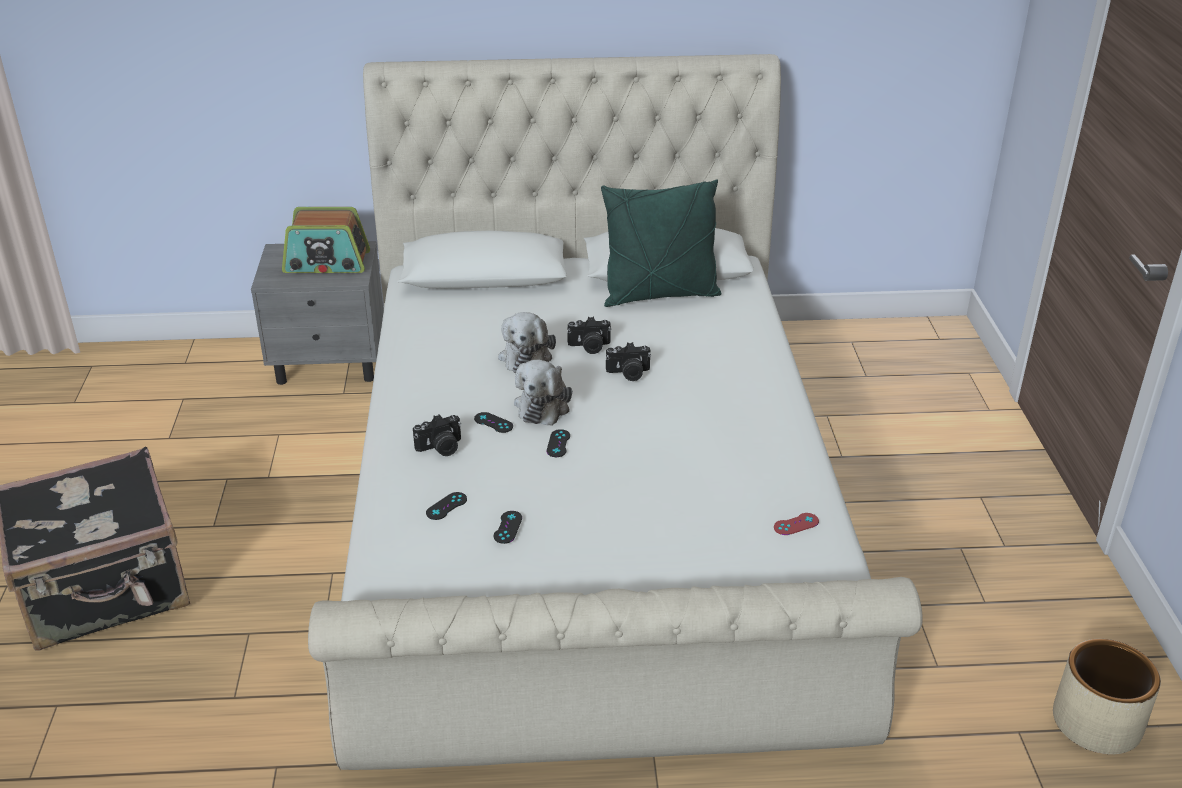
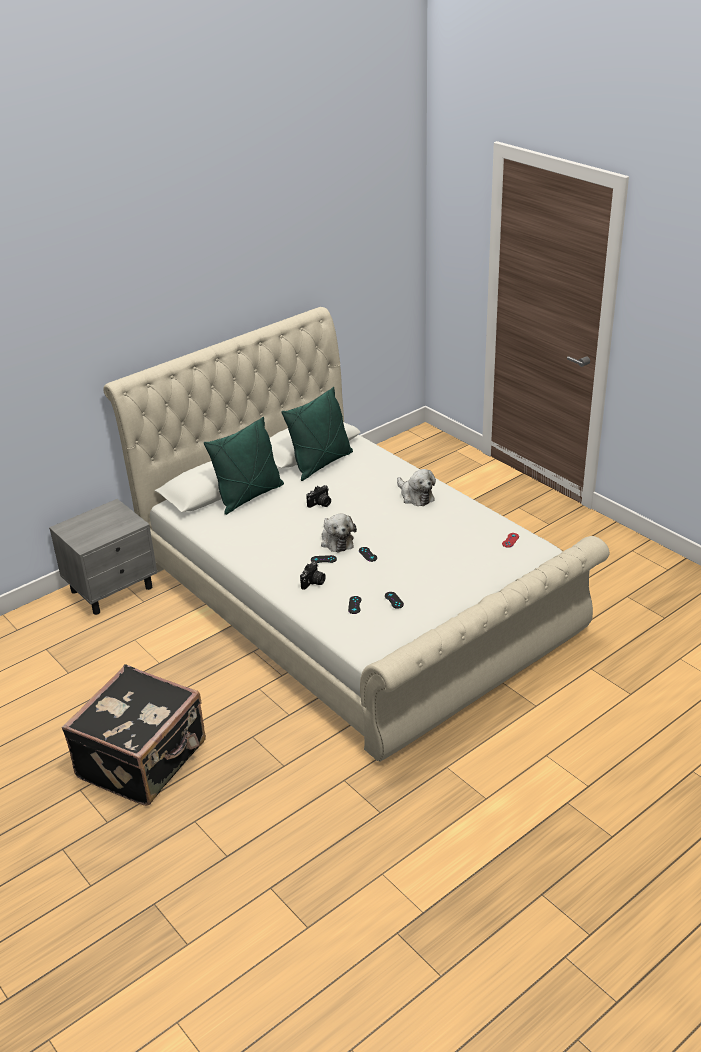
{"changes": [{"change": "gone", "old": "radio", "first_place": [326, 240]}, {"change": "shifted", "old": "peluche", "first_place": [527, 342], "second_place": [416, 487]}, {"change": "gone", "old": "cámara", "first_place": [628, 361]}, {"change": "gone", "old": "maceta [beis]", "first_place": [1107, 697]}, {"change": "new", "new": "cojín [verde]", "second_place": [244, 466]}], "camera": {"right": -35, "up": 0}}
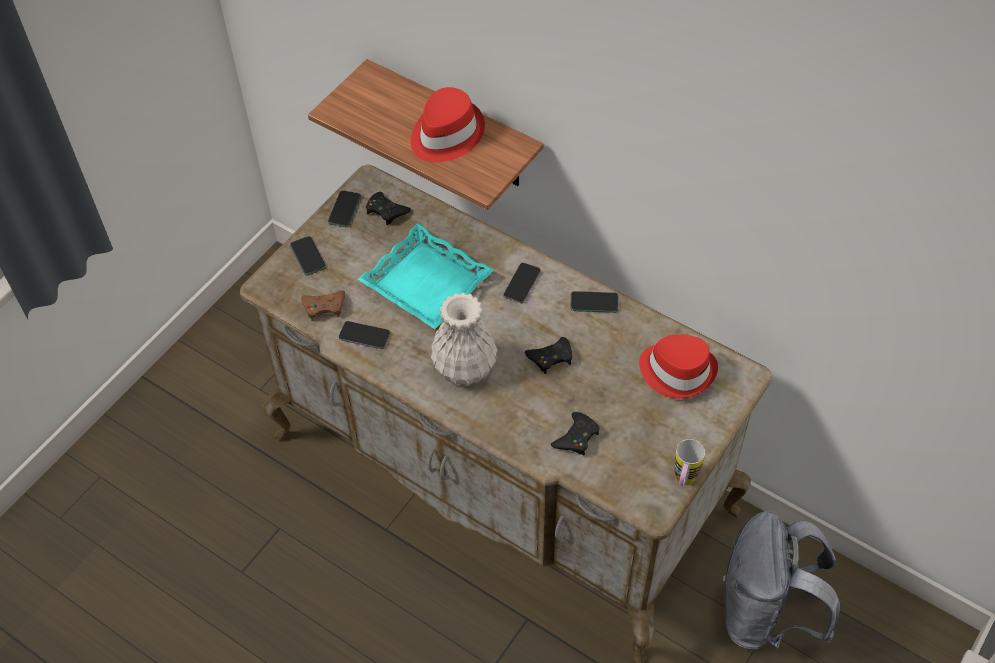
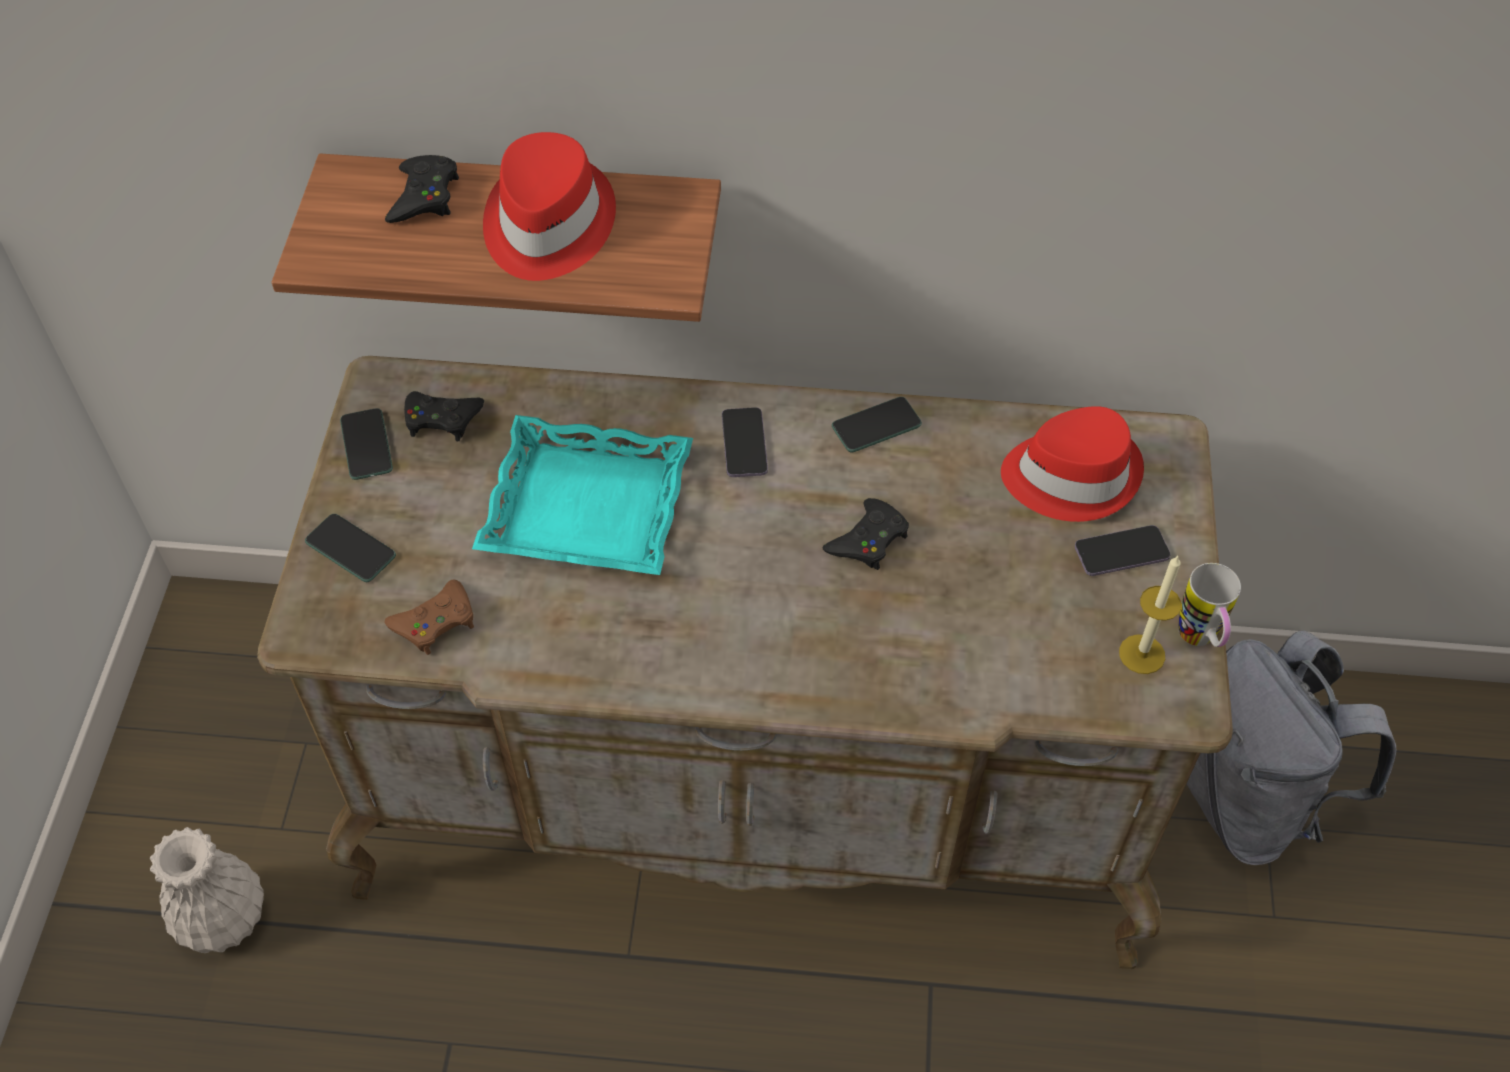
{"changes": [{"change": "shifted", "old": "móvil", "first_place": [364, 335], "second_place": [1122, 550]}, {"change": "shifted", "old": "florero [blanco]", "first_place": [464, 339], "second_place": [207, 890]}, {"change": "shifted", "old": "mando de consola [negro]", "first_place": [575, 433], "second_place": [422, 189]}, {"change": "new", "new": "vela", "second_place": [1150, 614]}], "camera": {"right": -30, "up": 0}}
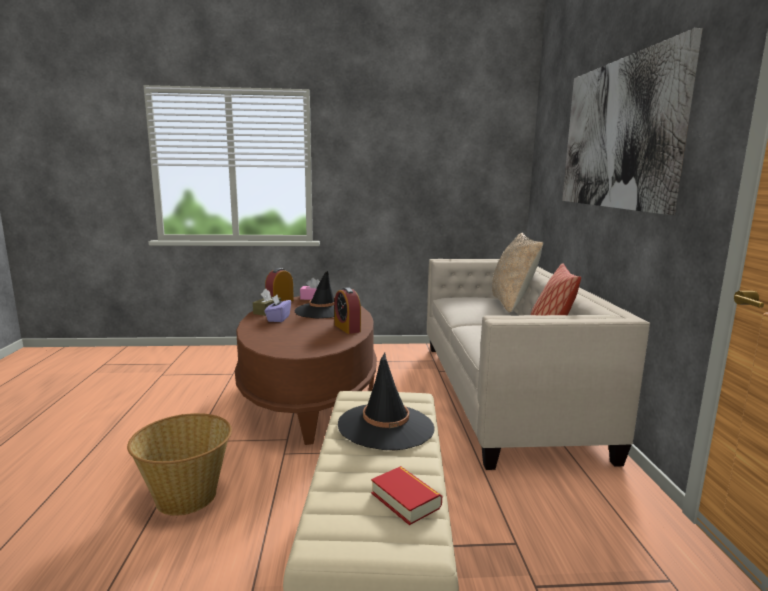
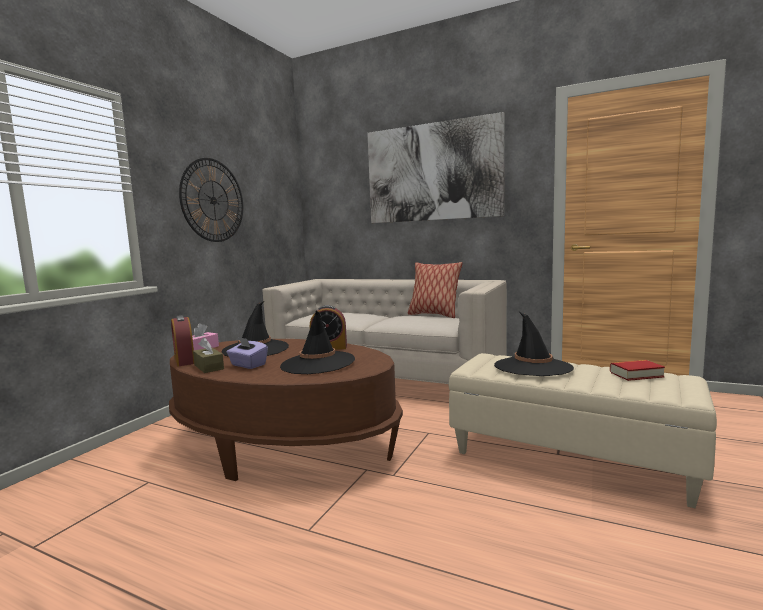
{"changes": [{"change": "gone", "old": "cesta", "first_place": [179, 464]}, {"change": "gone", "old": "cojín [beis]", "first_place": [517, 273]}, {"change": "new", "new": "reloj de pared", "second_place": [211, 200]}, {"change": "new", "new": "sombrero [negro]", "second_place": [317, 342]}], "camera": {"right": -60, "up": -5}}
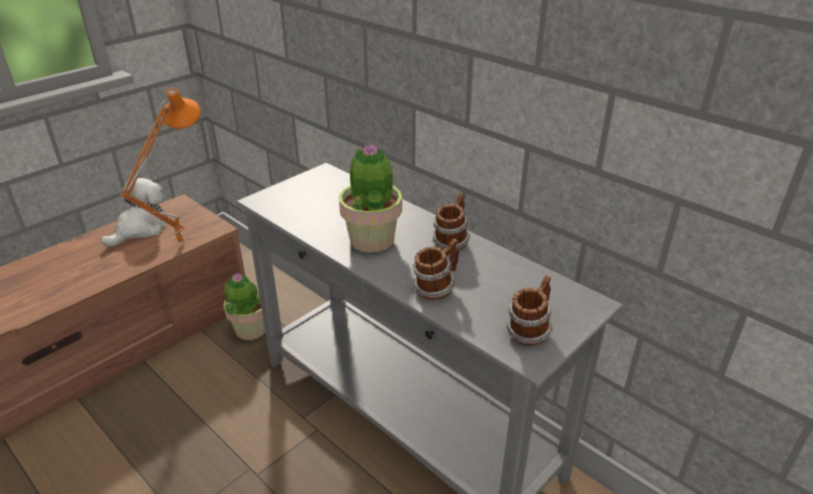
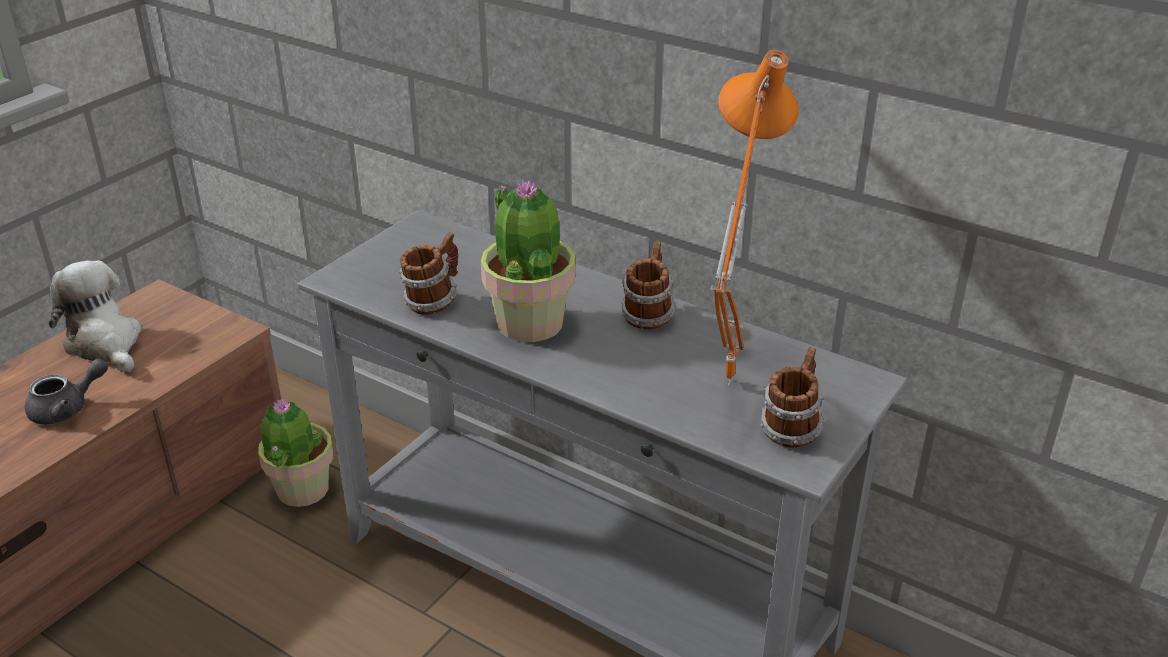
{"changes": [{"change": "rotated", "old": "peluche", "first_place": [134, 212], "second_place": [95, 316], "degrees": -60}, {"change": "shifted", "old": "lámpara de mesa [naranja]", "first_place": [160, 166], "second_place": [754, 218]}, {"change": "shifted", "old": "taza grande", "first_place": [436, 269], "second_place": [428, 273]}, {"change": "new", "new": "tetera [gris]", "second_place": [66, 392]}], "camera": {"right": -10, "up": 0}}
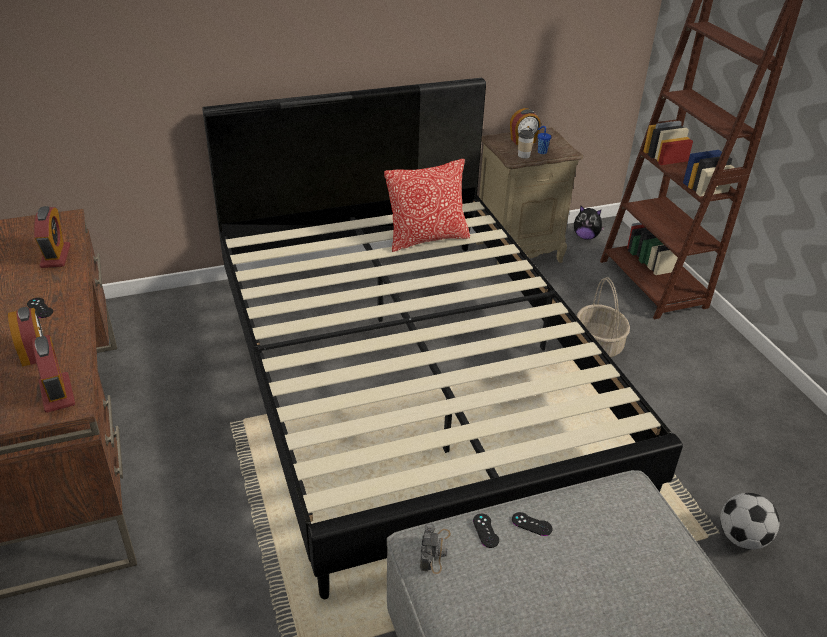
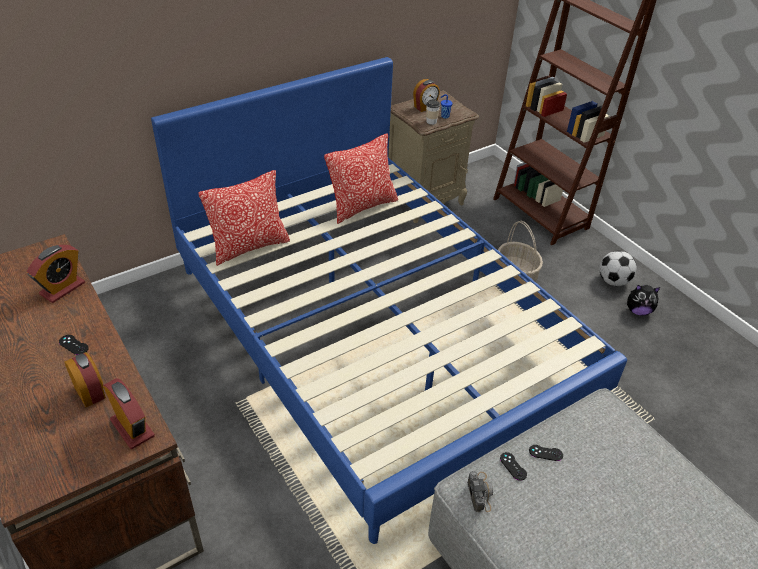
{"changes": [{"change": "rotated", "old": "despertador", "first_place": [52, 237], "second_place": [56, 274], "degrees": 60}, {"change": "repainted", "old": "cama [negro]", "new": "cama [azul]", "first_place": [442, 338], "second_place": [389, 300]}, {"change": "shifted", "old": "peluche", "first_place": [589, 222], "second_place": [643, 300]}, {"change": "shifted", "old": "balón de fútbol", "first_place": [750, 521], "second_place": [617, 268]}, {"change": "new", "new": "cojín", "second_place": [244, 218]}], "camera": {"right": -15, "up": 5}}
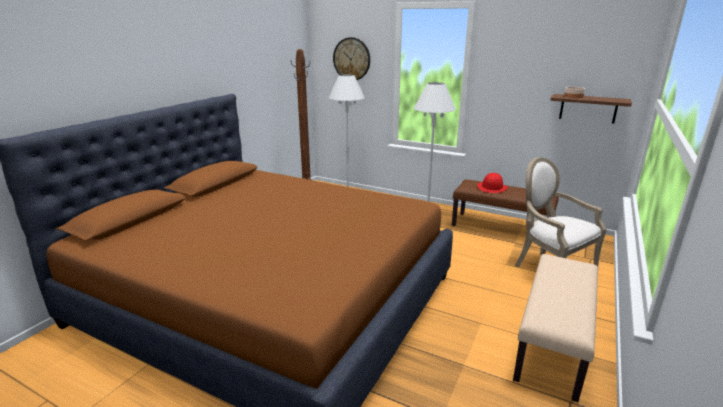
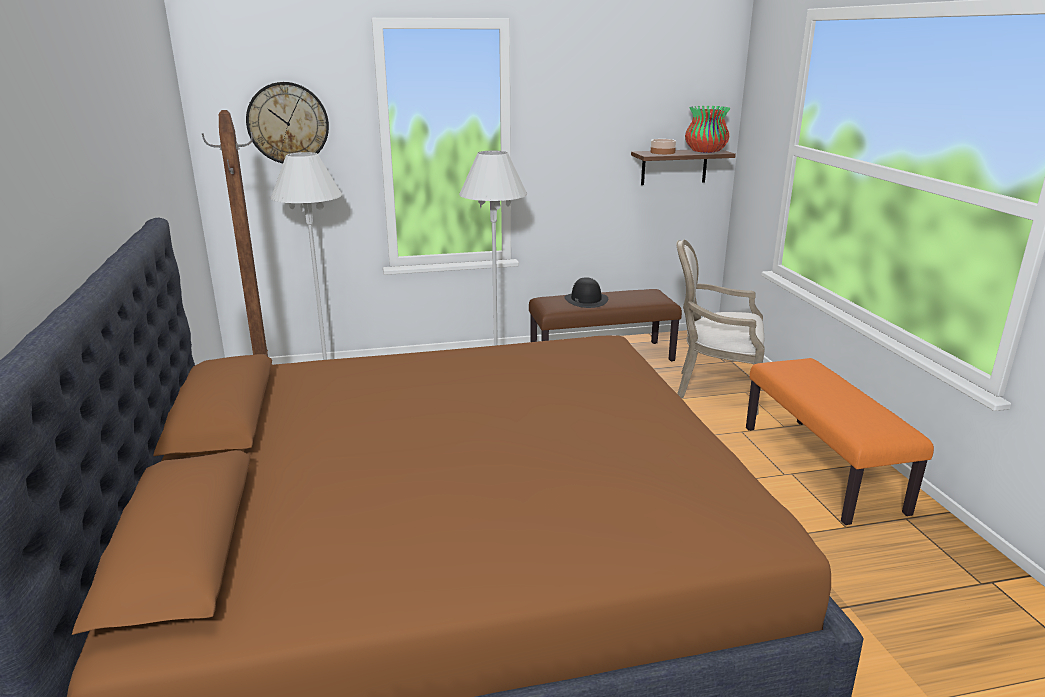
{"changes": [{"change": "repainted", "old": "sombrero [rojo]", "new": "sombrero [negro]", "first_place": [493, 183], "second_place": [586, 292]}, {"change": "repainted", "old": "banco [beis]", "new": "banco [naranja]", "first_place": [555, 328], "second_place": [840, 441]}, {"change": "new", "new": "florero", "second_place": [707, 129]}], "camera": {"right": -40, "up": 0}}
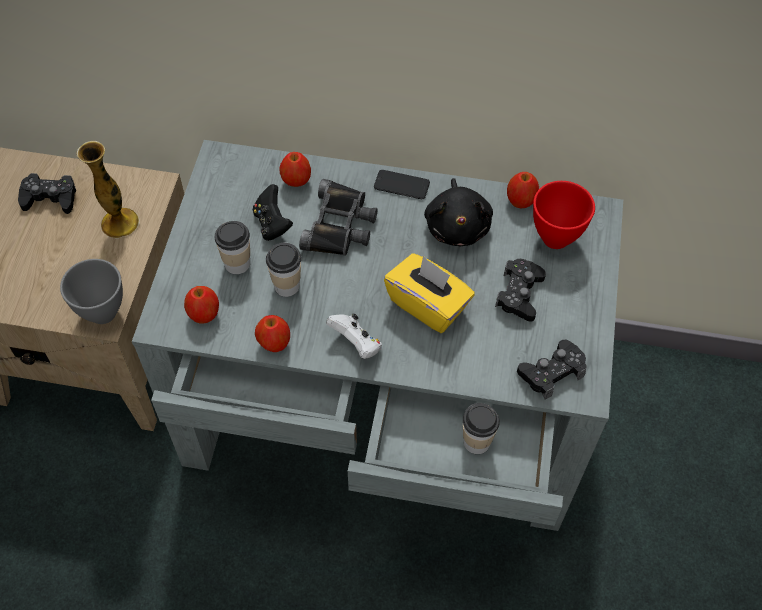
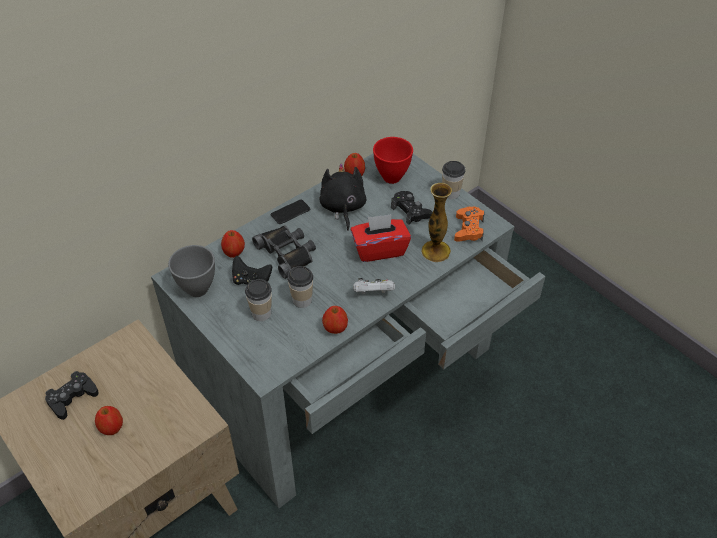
{"changes": [{"change": "shifted", "old": "cuenco [gris]", "first_place": [91, 291], "second_place": [191, 271]}, {"change": "shifted", "old": "florero", "first_place": [107, 190], "second_place": [436, 222]}, {"change": "shifted", "old": "manzana", "first_place": [201, 304], "second_place": [109, 420]}, {"change": "repainted", "old": "caja de pañuelos [amarillo]", "new": "caja de pañuelos [rojo]", "first_place": [429, 293], "second_place": [381, 238]}, {"change": "rotated", "old": "peluche [negro]", "first_place": [458, 212], "second_place": [343, 197], "degrees": -135}, {"change": "shifted", "old": "taza", "first_place": [481, 428], "second_place": [453, 180]}, {"change": "repainted", "old": "mando de consola [negro]", "new": "mando de consola [naranja]", "first_place": [552, 370], "second_place": [469, 224]}], "camera": {"right": -50, "up": -10}}
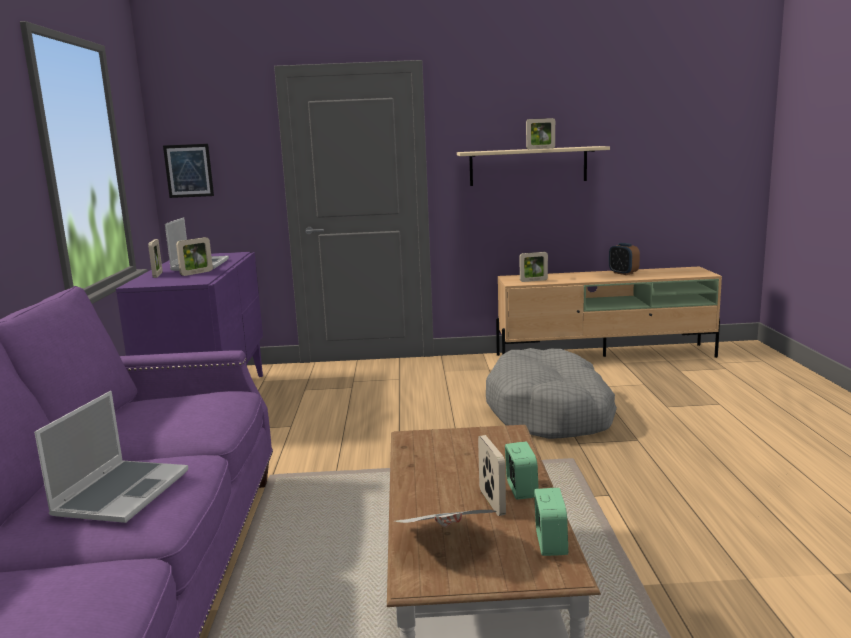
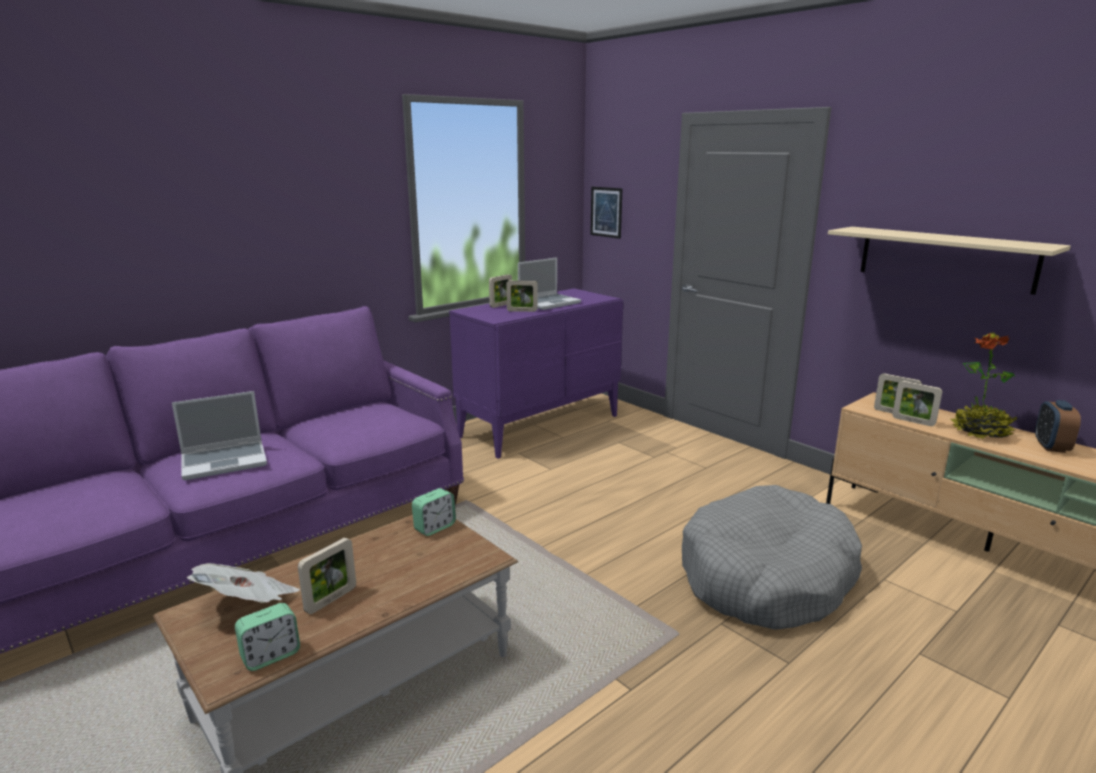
{"changes": [{"change": "shifted", "old": "despertador", "first_place": [522, 470], "second_place": [434, 512]}, {"change": "shifted", "old": "portarretratos", "first_place": [540, 133], "second_place": [917, 403]}, {"change": "new", "new": "planta en maceta", "second_place": [984, 385]}], "camera": {"right": 50, "up": 5}}
